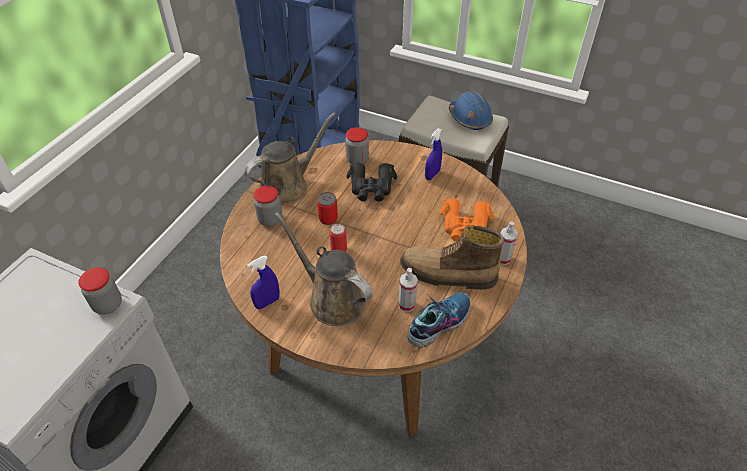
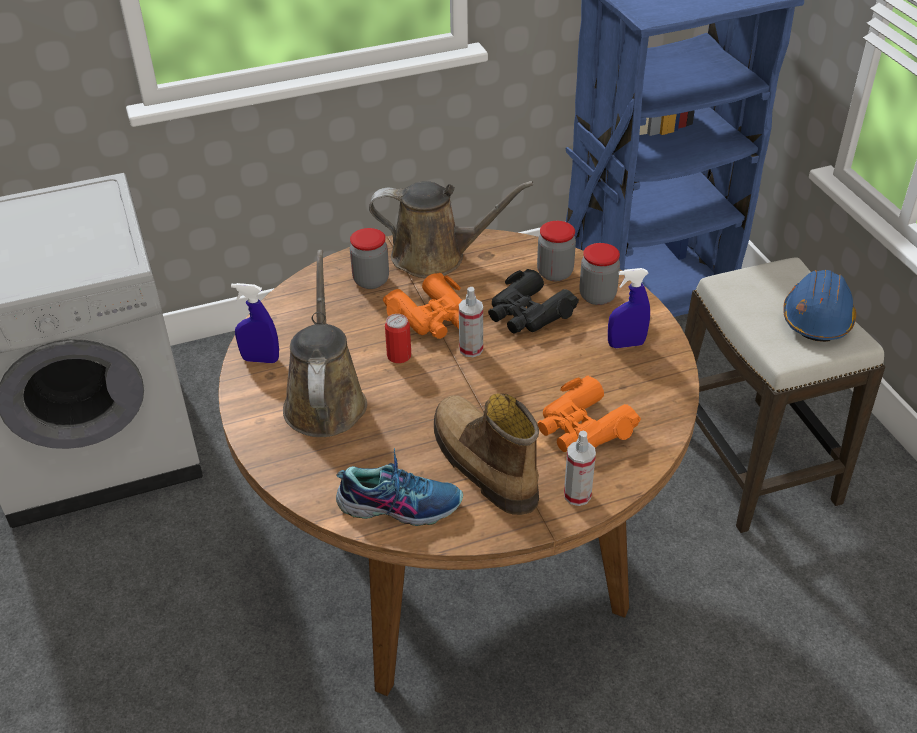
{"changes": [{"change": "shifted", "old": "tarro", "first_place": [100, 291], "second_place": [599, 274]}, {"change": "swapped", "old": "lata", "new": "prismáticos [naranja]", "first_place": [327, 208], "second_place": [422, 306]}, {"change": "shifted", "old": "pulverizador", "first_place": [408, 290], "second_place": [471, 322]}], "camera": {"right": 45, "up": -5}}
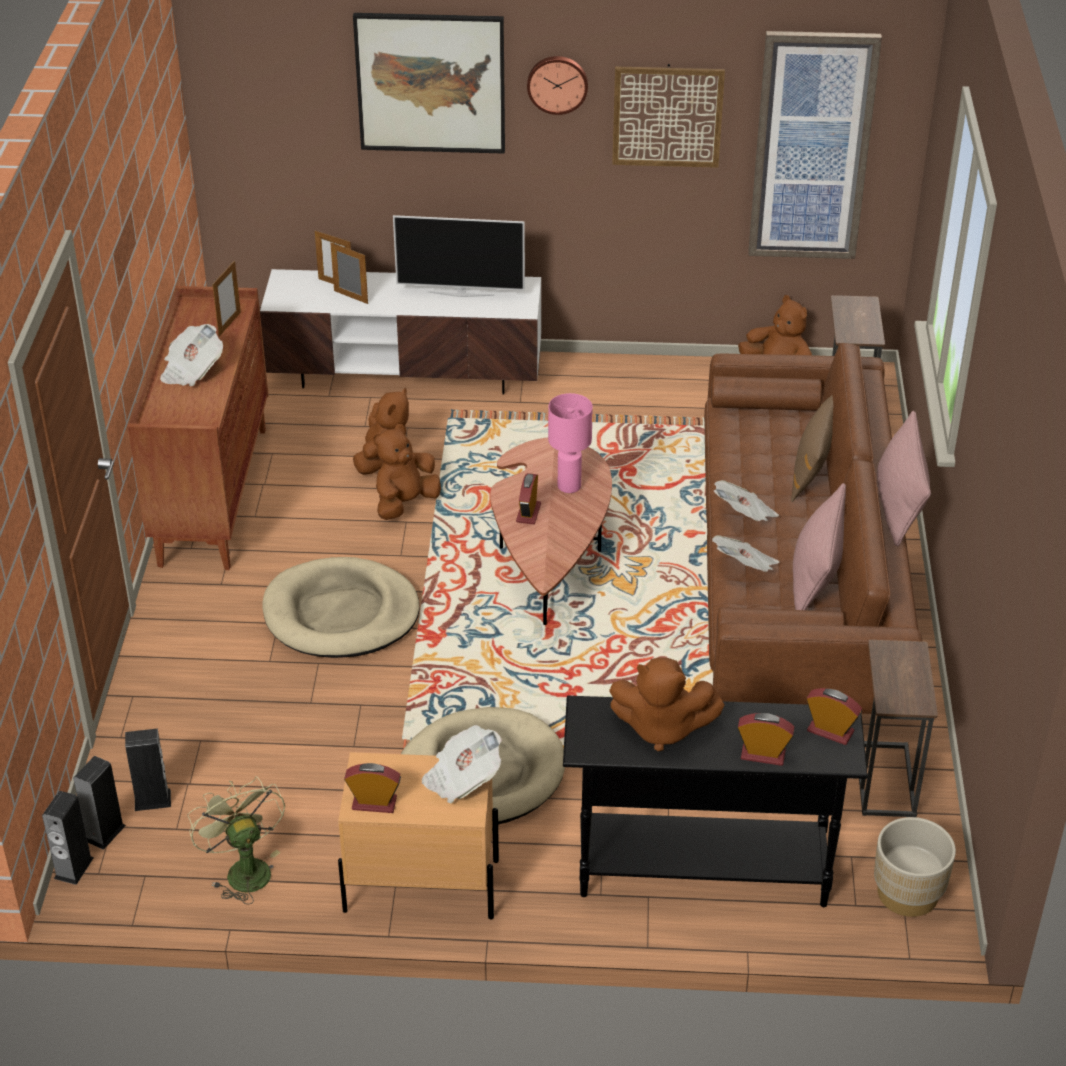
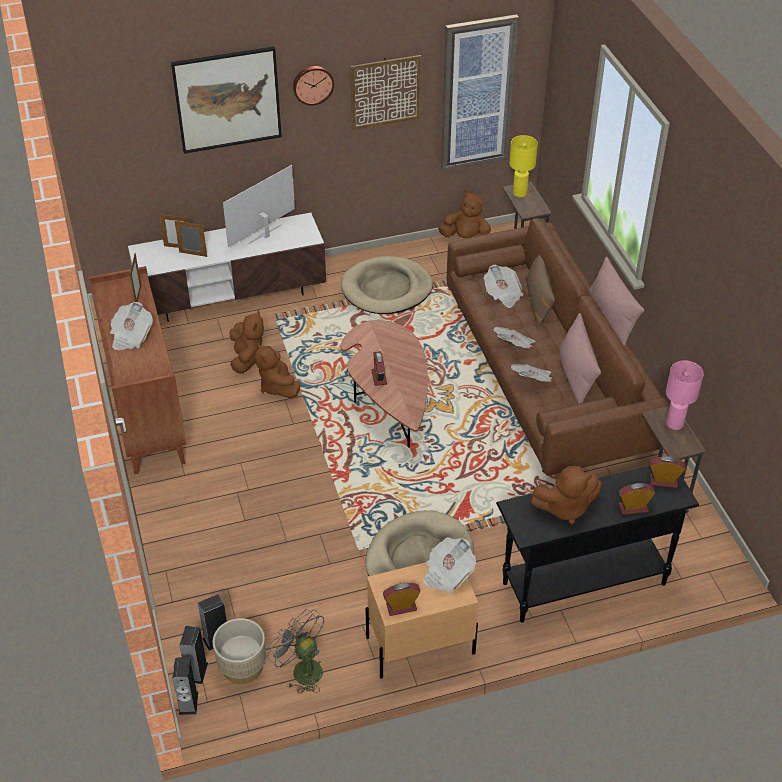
{"changes": [{"change": "repainted", "old": "ventilador [verde]", "new": "ventilador [gris]", "first_place": [236, 840], "second_place": [295, 651]}, {"change": "shifted", "old": "cama para perro [beis]", "first_place": [341, 607], "second_place": [387, 285]}, {"change": "rotated", "old": "peluche [marrón]", "first_place": [407, 472], "second_place": [277, 370], "degrees": -45}, {"change": "rotated", "old": "televisor", "first_place": [459, 256], "second_place": [259, 206], "degrees": 150}, {"change": "shifted", "old": "lámpara de mesa [rosa]", "first_place": [570, 443], "second_place": [685, 395]}, {"change": "shifted", "old": "maceta [beis]", "first_place": [915, 867], "second_place": [239, 651]}, {"change": "new", "new": "periódico", "second_place": [504, 286]}, {"change": "new", "new": "lámpara de mesa [amarillo]", "second_place": [523, 166]}], "camera": {"right": -20, "up": 5}}
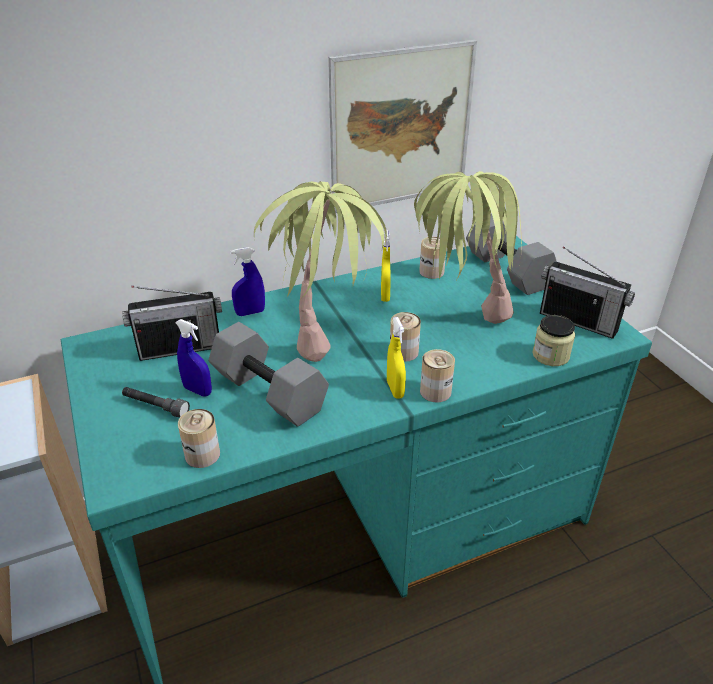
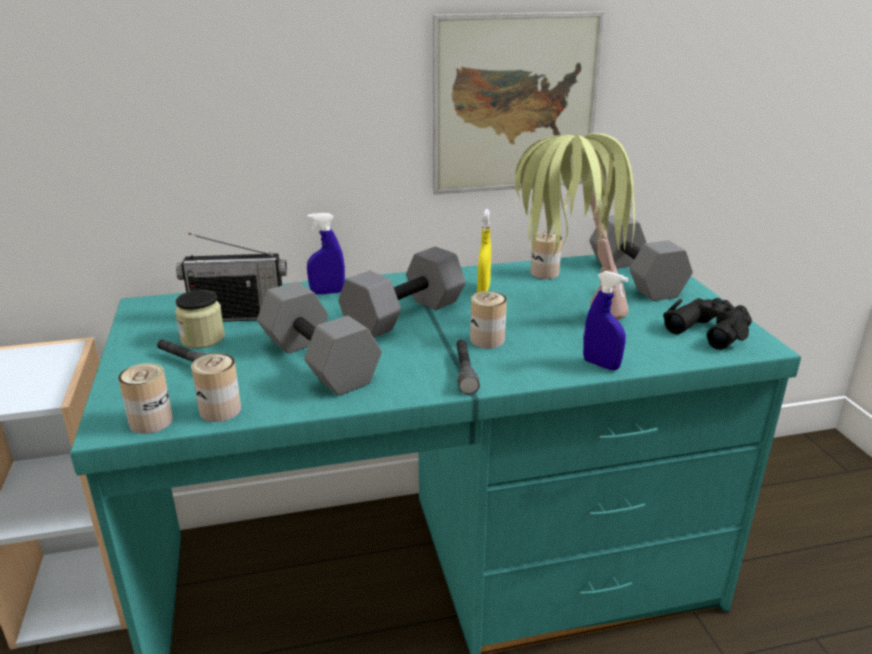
{"changes": [{"change": "shifted", "old": "pulverizador [azul]", "first_place": [193, 358], "second_place": [605, 320]}, {"change": "swapped", "old": "planta en maceta", "new": "mancuerna [gris]", "first_place": [320, 271], "second_place": [401, 292]}, {"change": "swapped", "old": "pulverizador [amarillo]", "new": "linterna [gris]", "first_place": [396, 358], "second_place": [468, 367]}, {"change": "shifted", "old": "lata", "first_place": [437, 376], "second_place": [145, 398]}, {"change": "shifted", "old": "tarro", "first_place": [554, 340], "second_place": [200, 319]}, {"change": "swapped", "old": "radio", "new": "prismáticos [negro]", "first_place": [587, 292], "second_place": [707, 324]}], "camera": {"right": 10, "up": -10}}
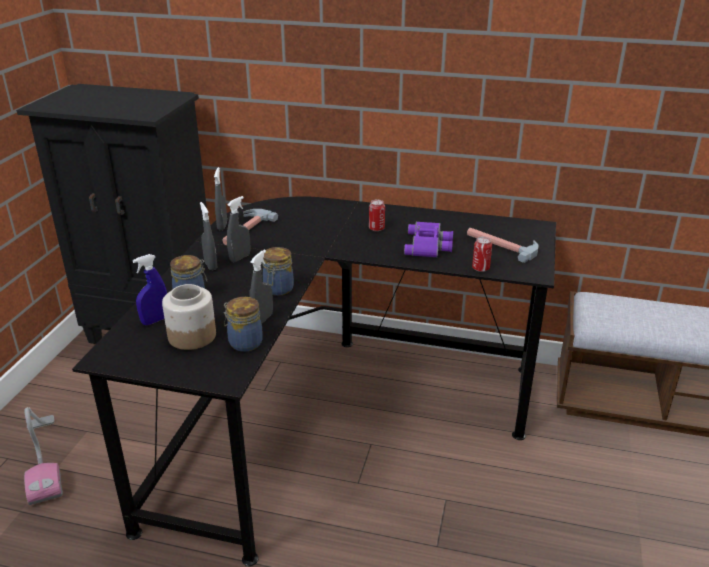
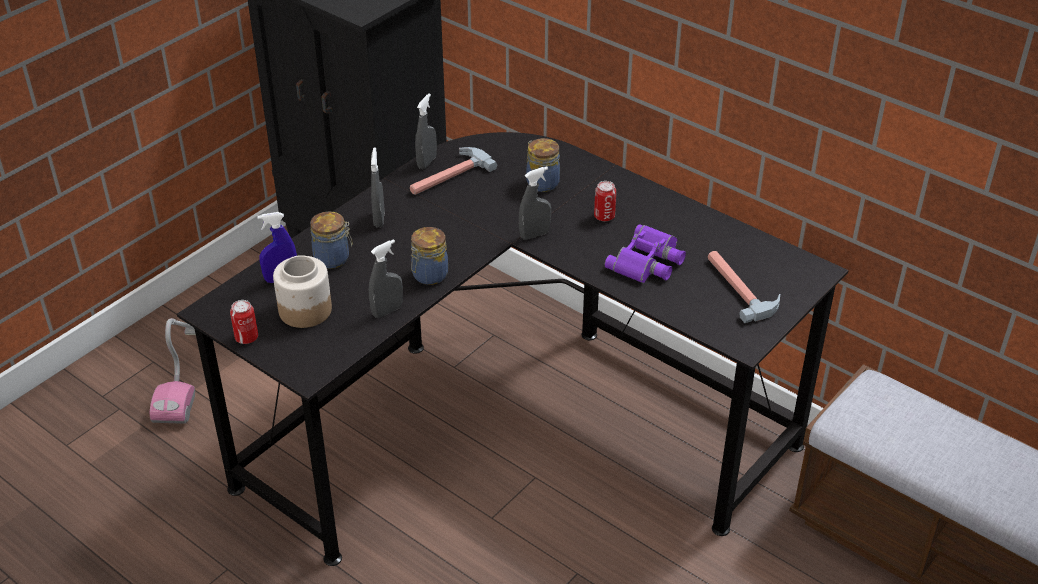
{"changes": [{"change": "shifted", "old": "tarro", "first_place": [243, 324], "second_place": [543, 165]}, {"change": "shifted", "old": "pulverizador [gris]", "first_place": [239, 229], "second_place": [535, 203]}, {"change": "shifted", "old": "lata", "first_place": [482, 254], "second_place": [244, 322]}], "camera": {"right": 25, "up": 10}}
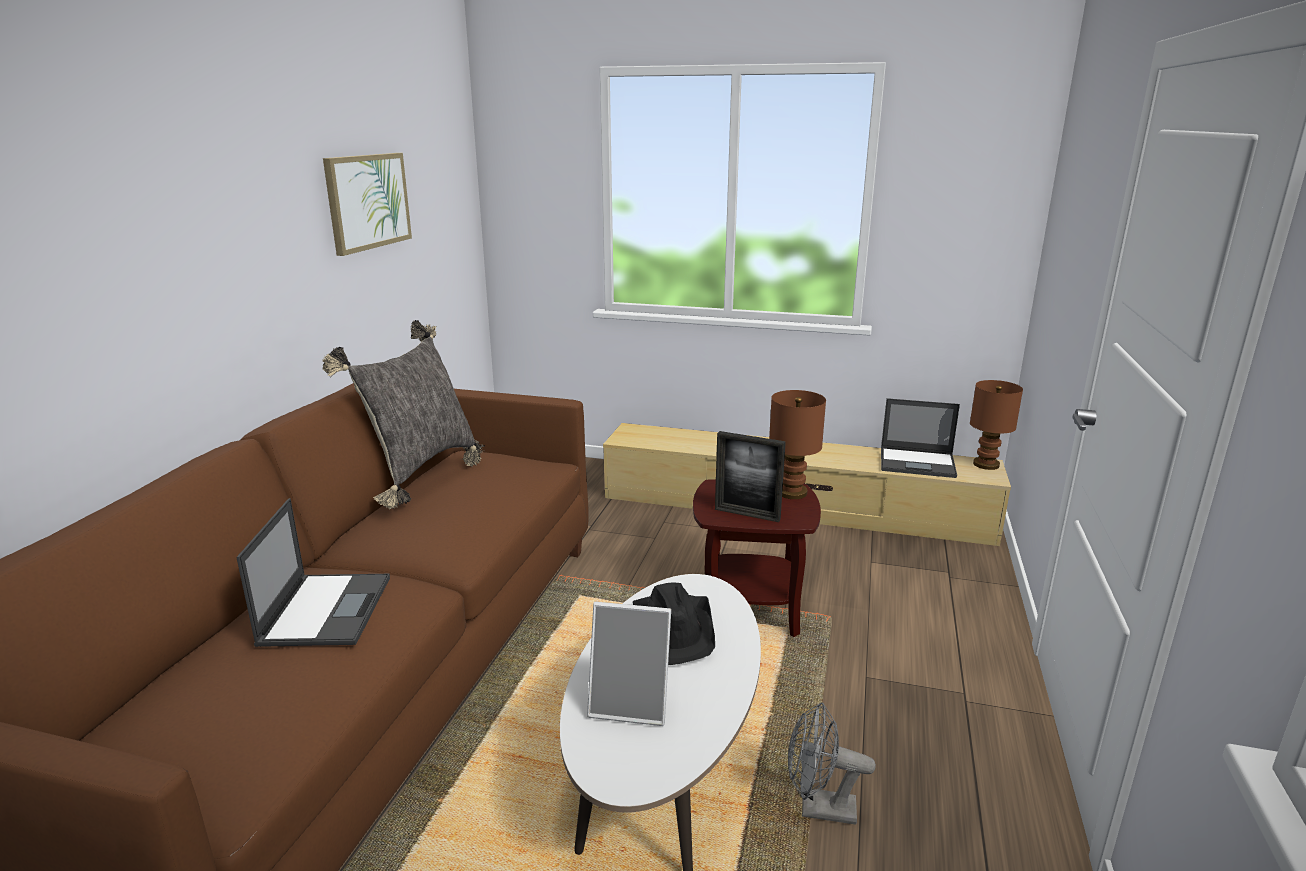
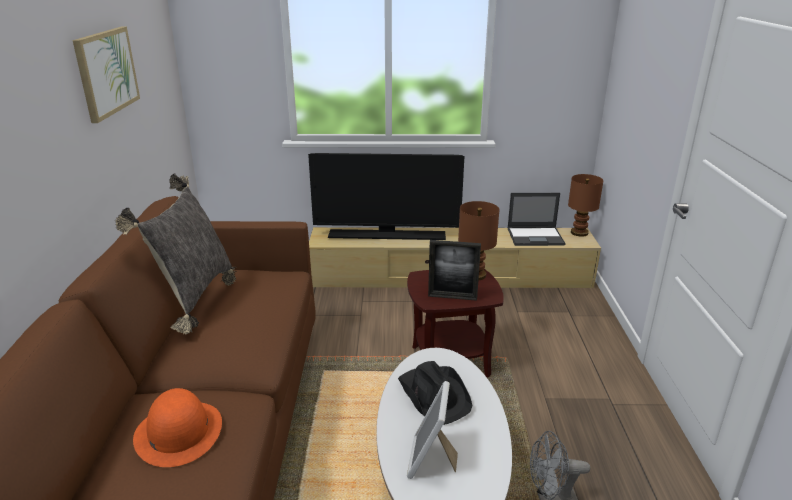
{"changes": [{"change": "swapped", "old": "portátil", "new": "sombrero [naranja]", "first_place": [313, 572], "second_place": [177, 427]}, {"change": "rotated", "old": "portarretratos", "first_place": [629, 664], "second_place": [432, 430], "degrees": 105}, {"change": "new", "new": "televisor", "second_place": [386, 196]}], "camera": {"right": -15, "up": 5}}
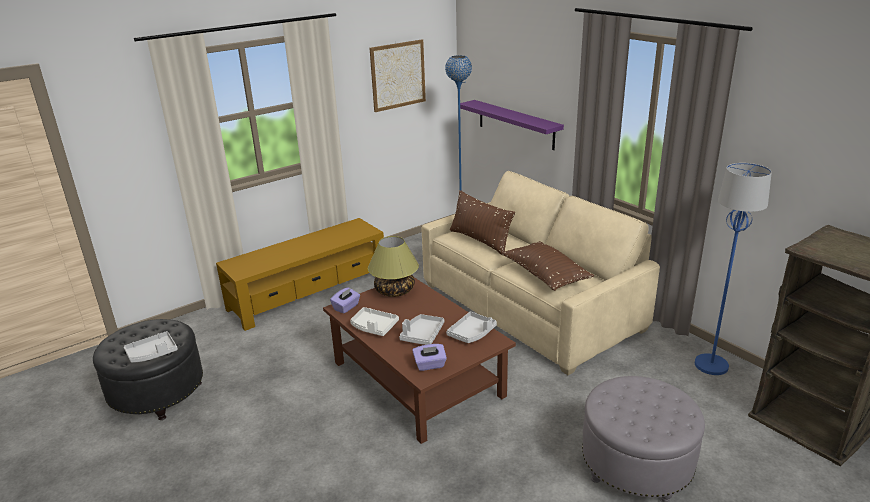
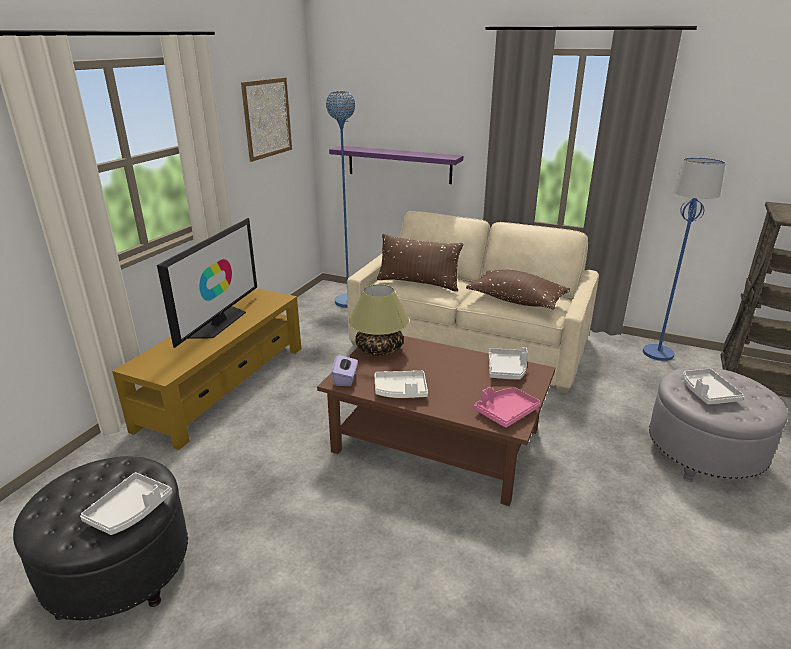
{"changes": [{"change": "shifted", "old": "bandeja [gris]", "first_place": [421, 329], "second_place": [713, 386]}, {"change": "swapped", "old": "caja de pañuelos [morado]", "new": "bandeja [rosa]", "first_place": [429, 357], "second_place": [507, 407]}, {"change": "new", "new": "televisor", "second_place": [207, 283]}], "camera": {"right": -30, "up": 0}}
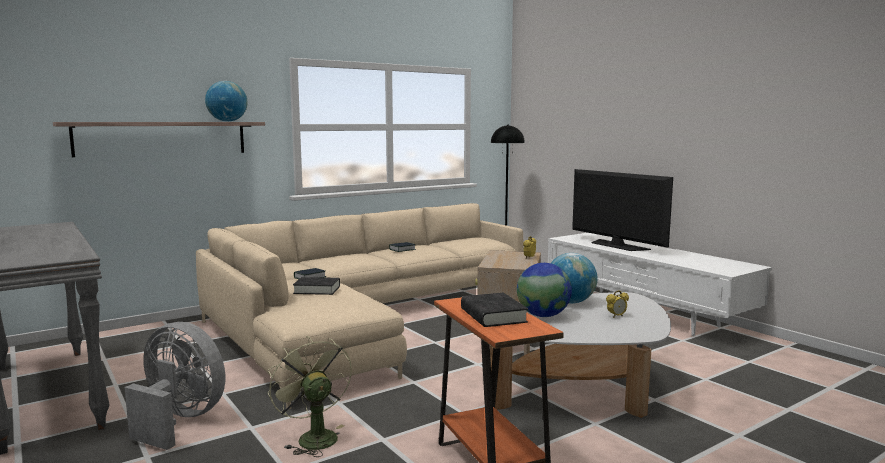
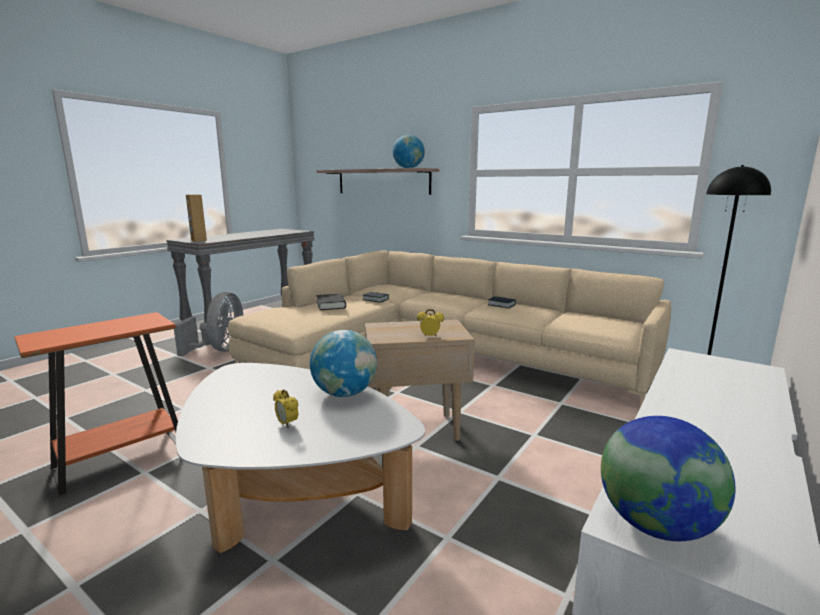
{"changes": [{"change": "gone", "old": "ventilador [verde]", "first_place": [309, 396]}, {"change": "gone", "old": "libro [negro]", "first_place": [494, 310]}, {"change": "shifted", "old": "globo terráqueo", "first_place": [544, 290], "second_place": [668, 478]}, {"change": "gone", "old": "televisor", "first_place": [622, 210]}, {"change": "new", "new": "altavoz [marrón]", "second_place": [196, 218]}], "camera": {"right": 70, "up": 5}}
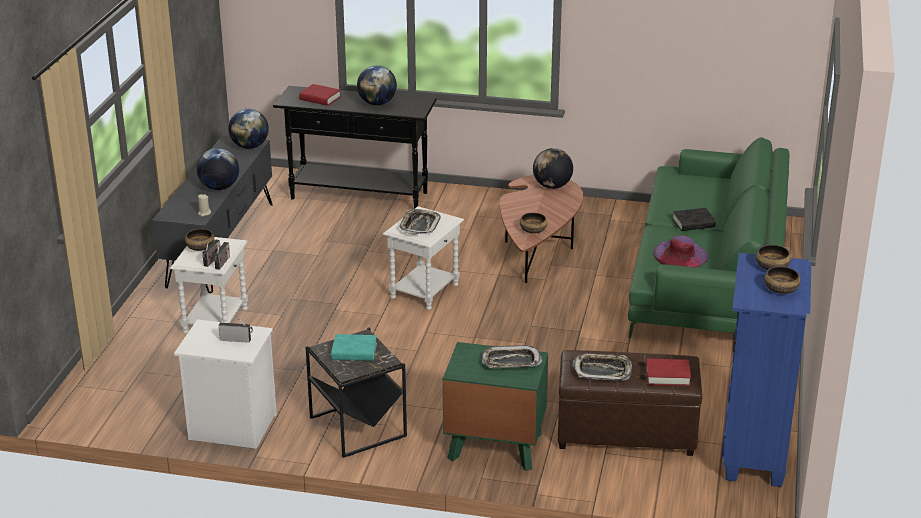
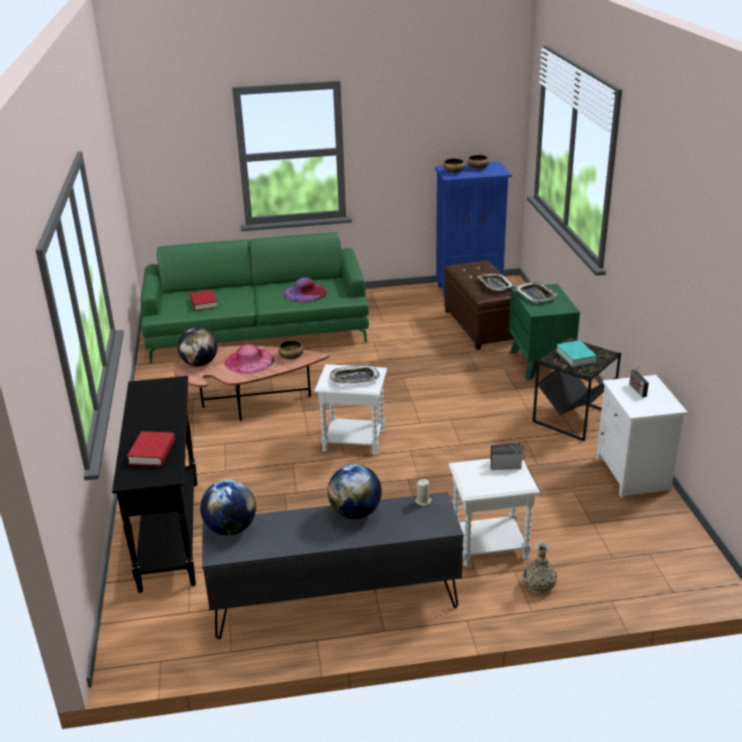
{"changes": [{"change": "gone", "old": "cuenco", "first_place": [199, 240]}, {"change": "gone", "old": "globo terráqueo", "first_place": [377, 85]}, {"change": "shifted", "old": "libro [rojo]", "first_place": [668, 372], "second_place": [204, 300]}, {"change": "gone", "old": "libro [negro]", "first_place": [694, 219]}, {"change": "new", "new": "sombrero [rosa]", "second_place": [249, 359]}, {"change": "new", "new": "florero", "second_place": [540, 568]}], "camera": {"right": -110, "up": 0}}
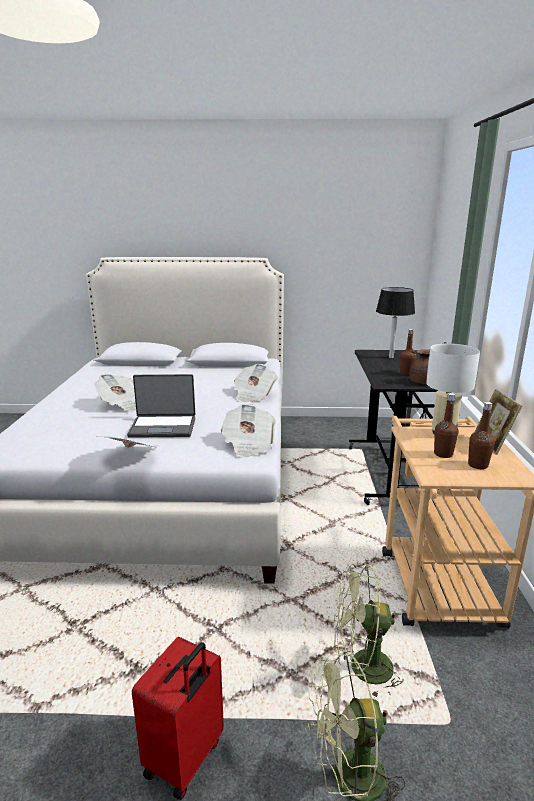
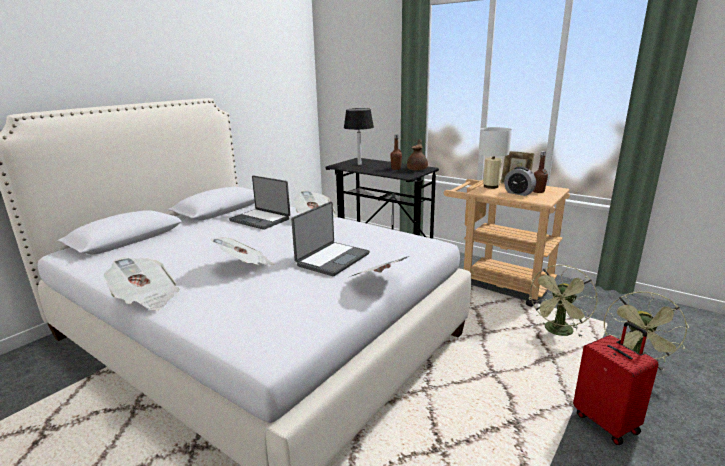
{"changes": [{"change": "shifted", "old": "periódico", "first_place": [248, 431], "second_place": [142, 284]}, {"change": "swapped", "old": "botella [marrón]", "new": "despertador", "first_place": [446, 425], "second_place": [520, 181]}, {"change": "new", "new": "portátil", "second_place": [259, 202]}], "camera": {"right": -55, "up": 0}}
